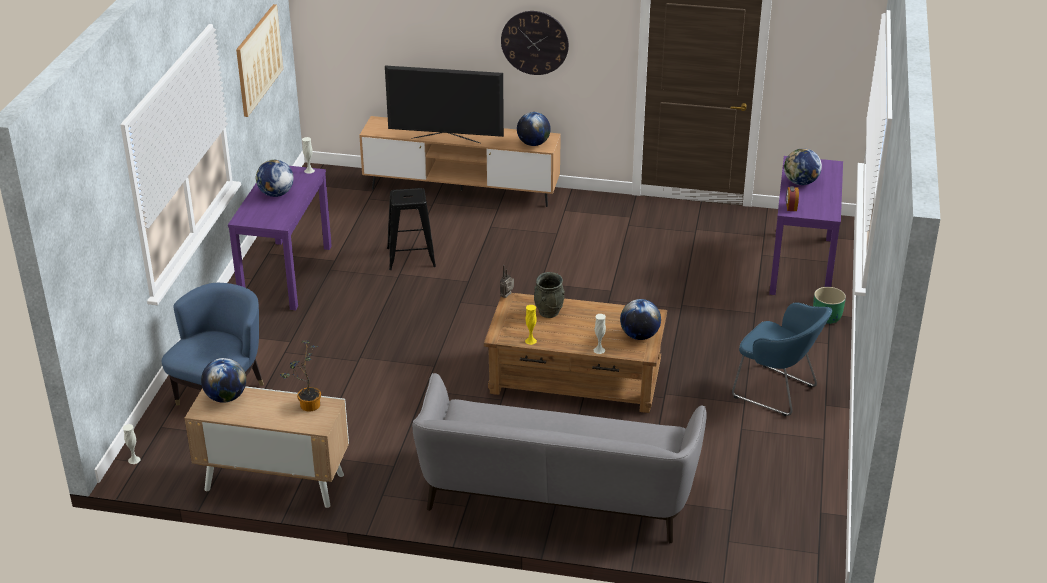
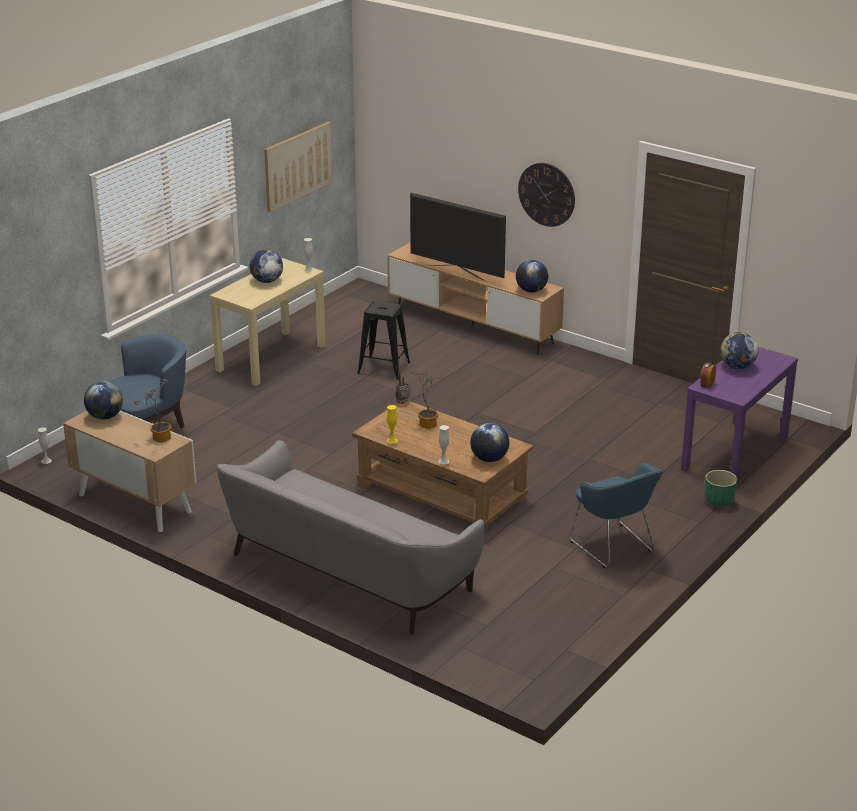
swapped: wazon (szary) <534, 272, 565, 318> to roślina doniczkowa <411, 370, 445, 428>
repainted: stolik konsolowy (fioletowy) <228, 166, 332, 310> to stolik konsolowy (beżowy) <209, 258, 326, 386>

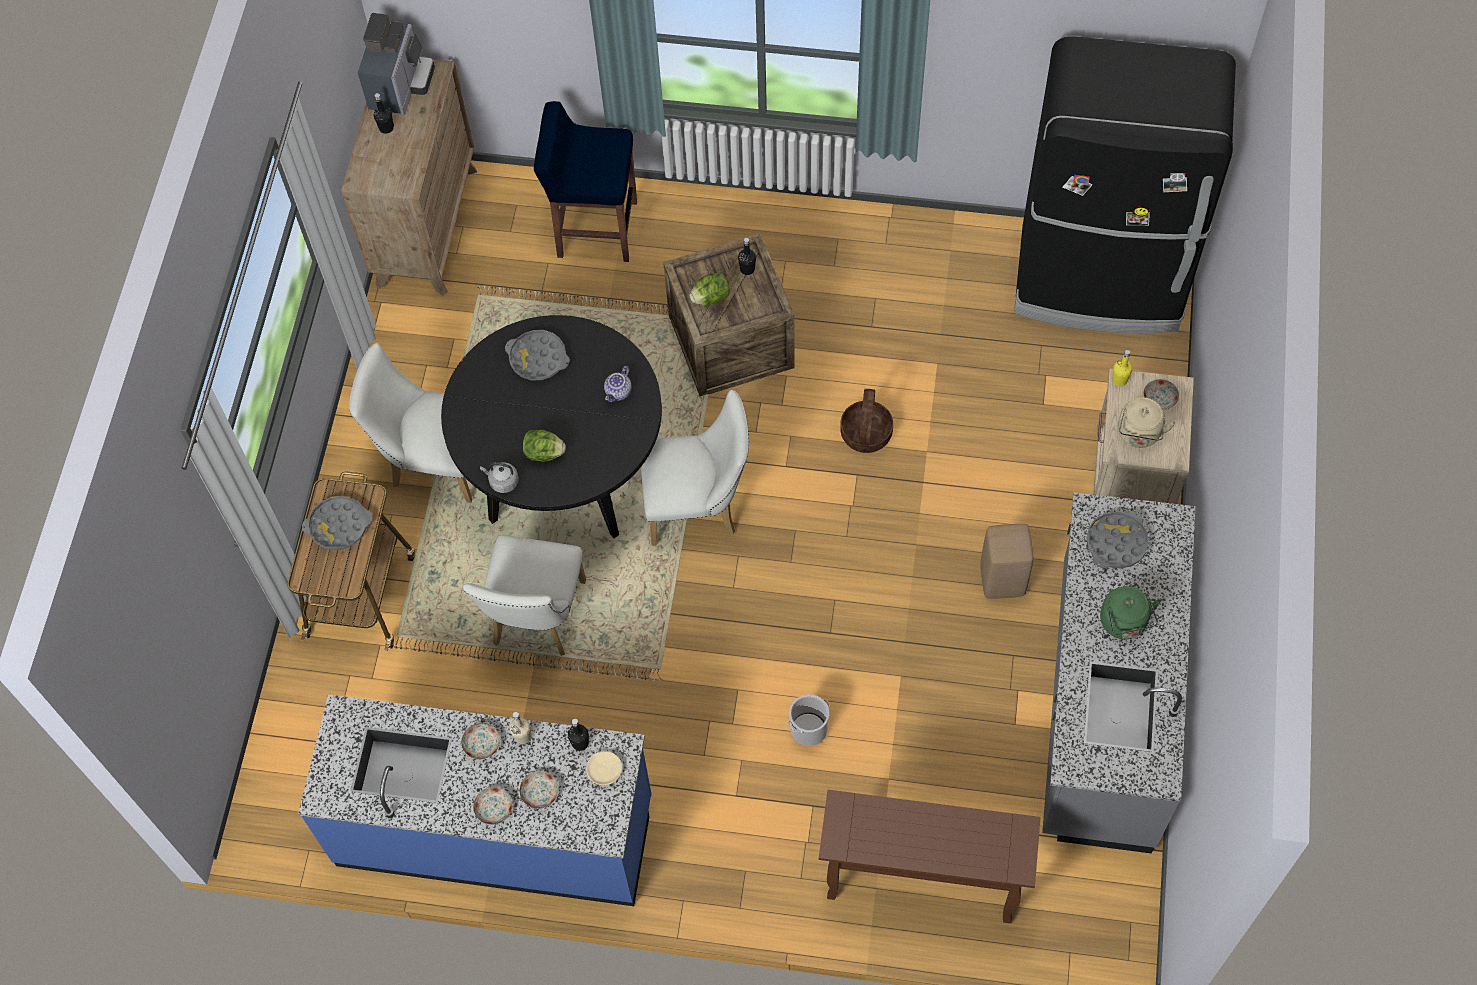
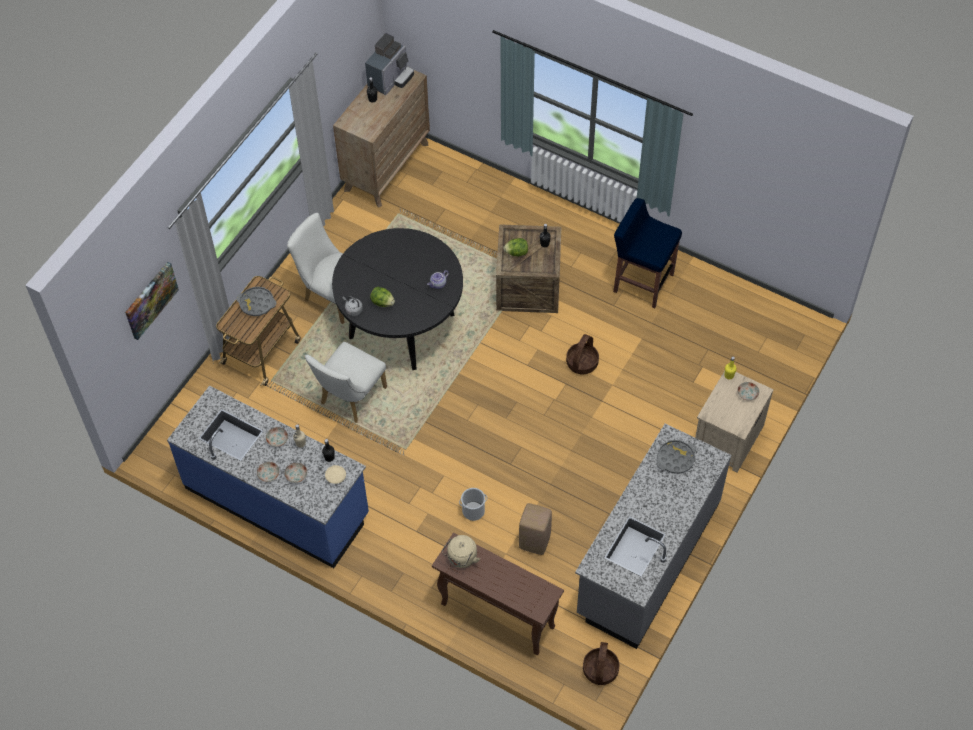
gone: taca (szary) <505, 330, 570, 380>; krzesło (biały) <641, 390, 749, 546>; lodówka (czarny) <1014, 36, 1236, 333>; czajnik (zielony) <1100, 586, 1161, 639>
new: obraz <125, 262, 179, 340>; koszyk <583, 642, 619, 685>
shifted: stołek (niebieski) <534, 101, 637, 262> to <613, 198, 682, 309>; stołek (beżowy) <980, 524, 1033, 599> to <519, 503, 552, 555>; czajnik (beżowy) <1118, 398, 1176, 448> to <442, 535, 480, 568>

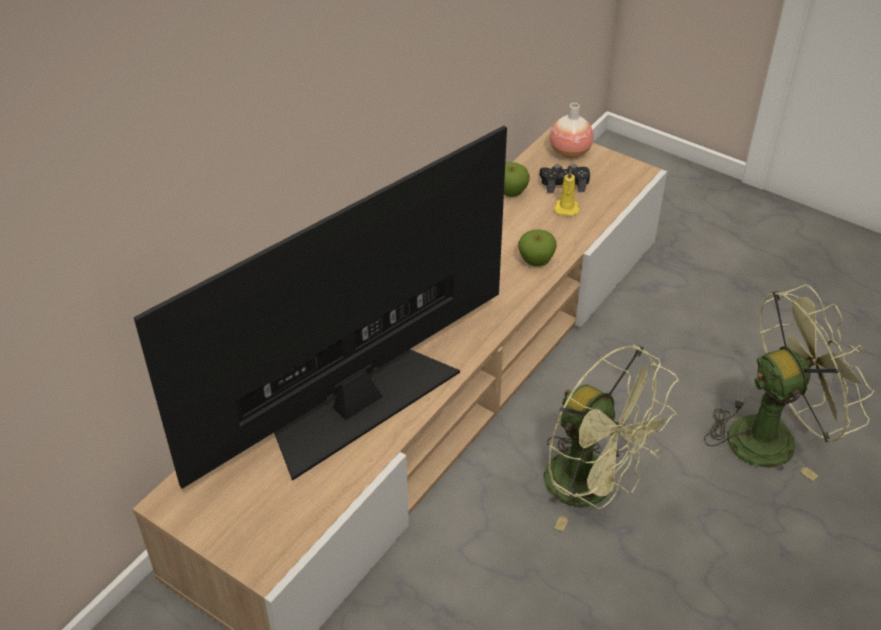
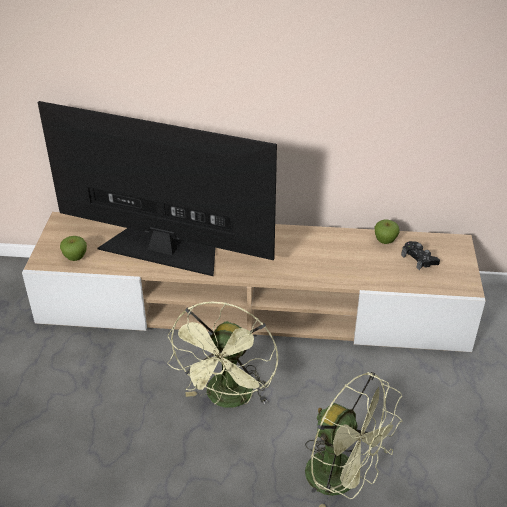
gone: wazon <550, 103, 594, 158>; świeca (żółty) <554, 168, 579, 216>
shifted: jabłko <518, 229, 557, 266> to <60, 236, 87, 261>

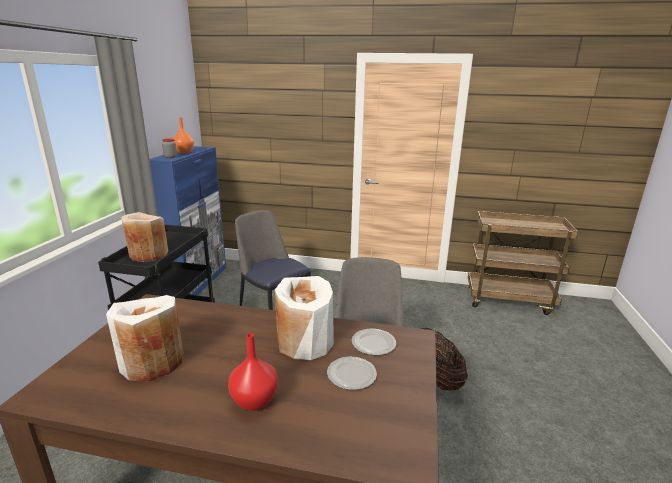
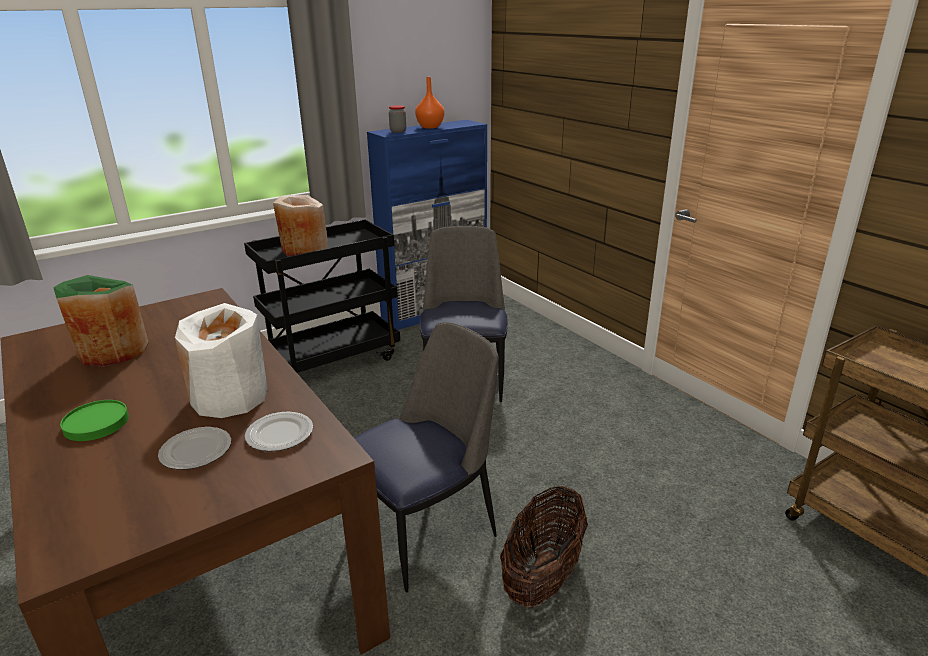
swapped: wazon (czerwony) <228, 333, 278, 411> to talerz (zielony) <60, 400, 129, 441>
repainted: wazon (biały) <106, 295, 183, 381> to wazon (zielony) <53, 275, 149, 366>

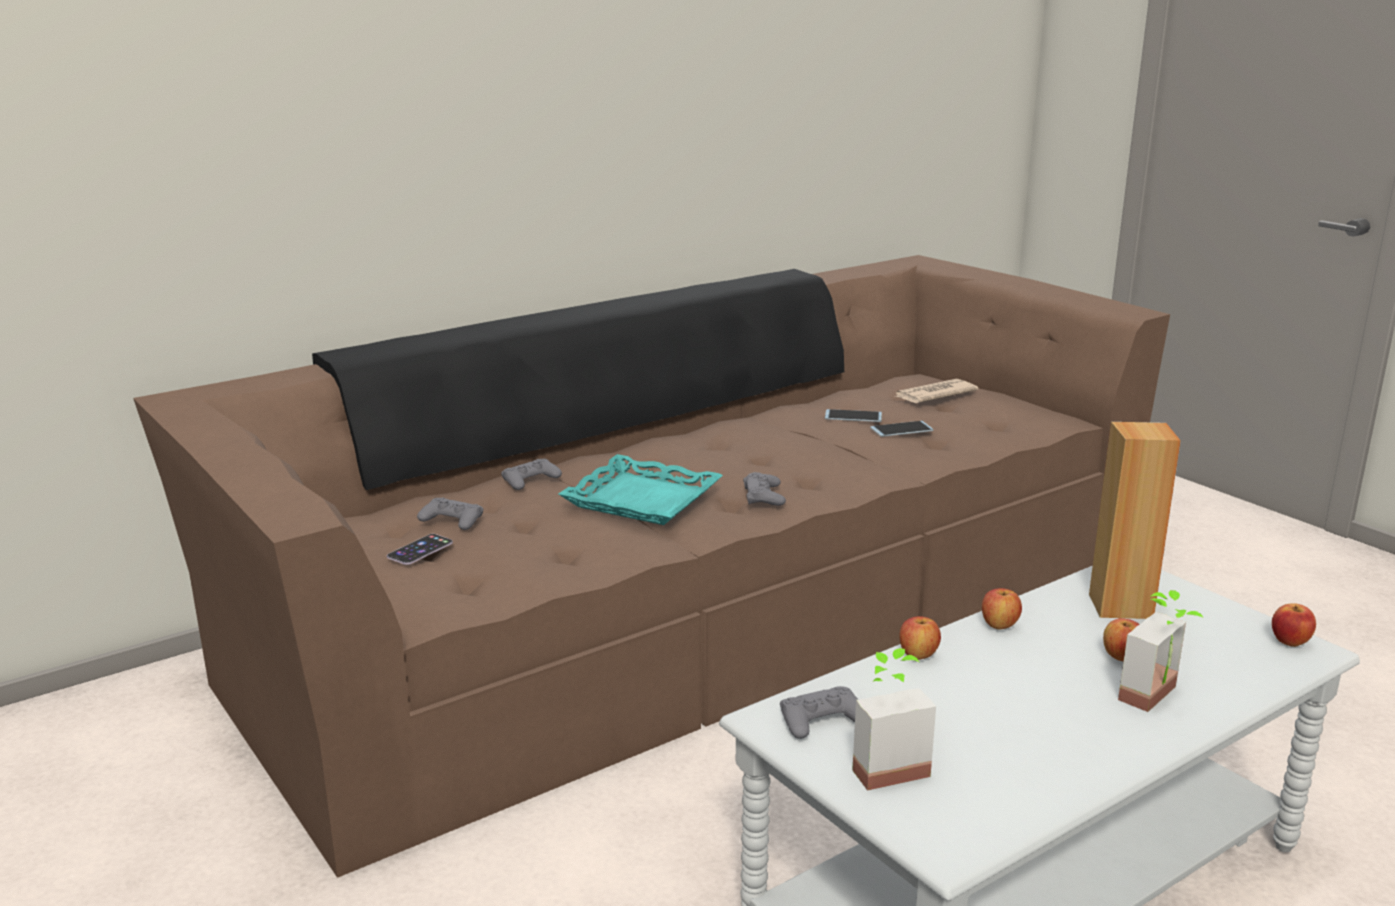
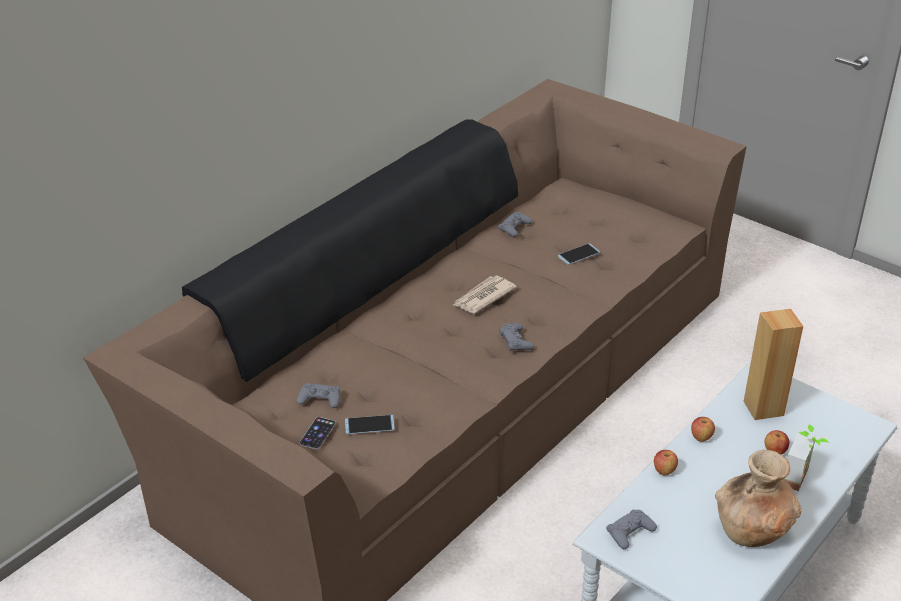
gone: taca (turkusowy) <559, 454, 723, 525>; roślina doniczkowa <852, 648, 936, 791>; jabłko <1272, 603, 1316, 647>
new: wazon (brązowy) <715, 450, 802, 547>
shifted: pad do gier (szary) <501, 459, 562, 490> to <498, 212, 532, 237>; telefon <825, 409, 882, 422> to <345, 415, 395, 434>; gazeta <894, 379, 978, 403> to <453, 276, 517, 314>

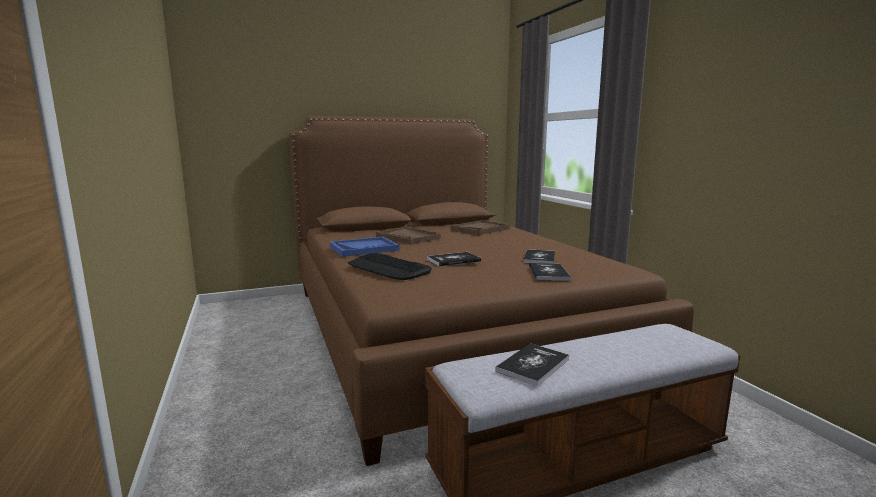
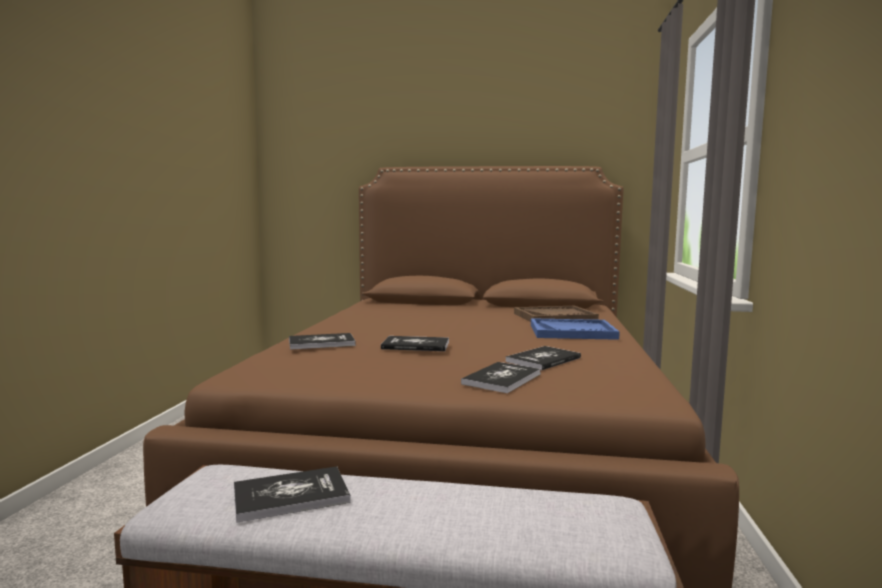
gone: taca (brązowy) <376, 227, 441, 245>
shifted: taca (niebieski) <330, 237, 399, 257> to <531, 318, 620, 340>
swapped: klawiatura <348, 253, 432, 280> to książka <289, 333, 356, 350>

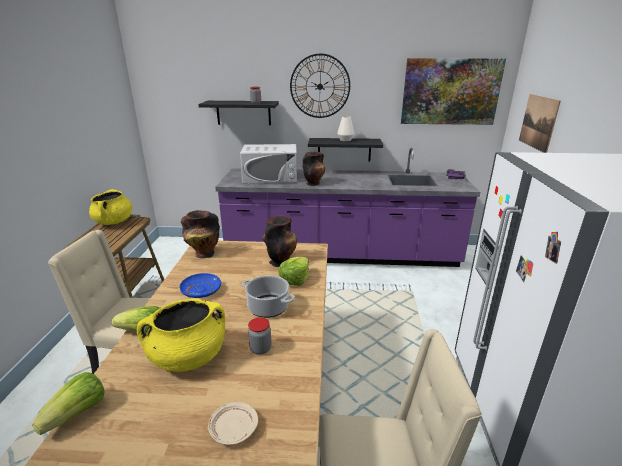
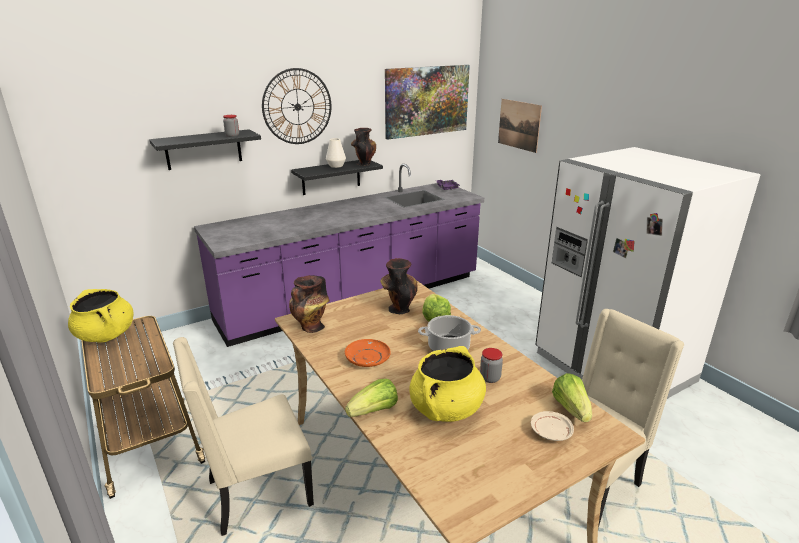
gone: mikrofalówka (biały) <240, 144, 297, 183>
shifted: sałata <32, 372, 104, 435> to <552, 373, 592, 422>; wazon <302, 151, 325, 186> to <351, 128, 376, 166>
repainted: talerz (niebieski) <180, 273, 221, 298> to talerz (pomarańczowy) <345, 339, 391, 367>

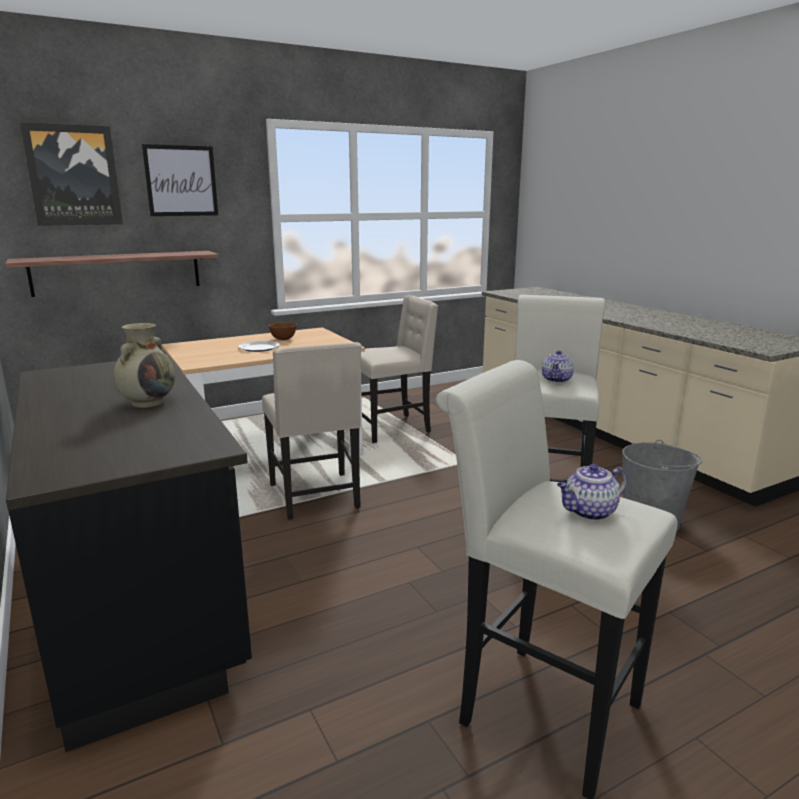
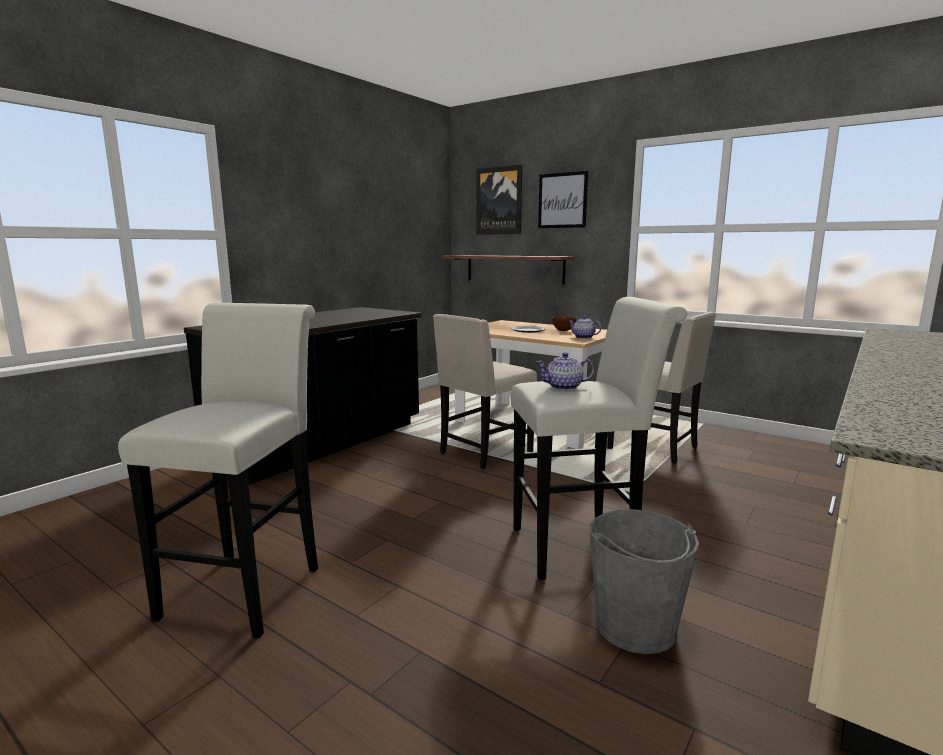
gone: wazon (beżowy) <113, 323, 175, 408>
shifted: imbryk <557, 464, 627, 521> to <568, 316, 601, 339>

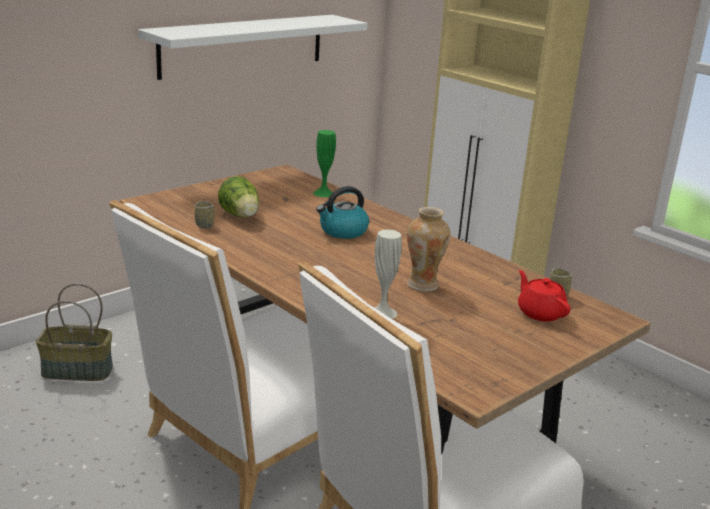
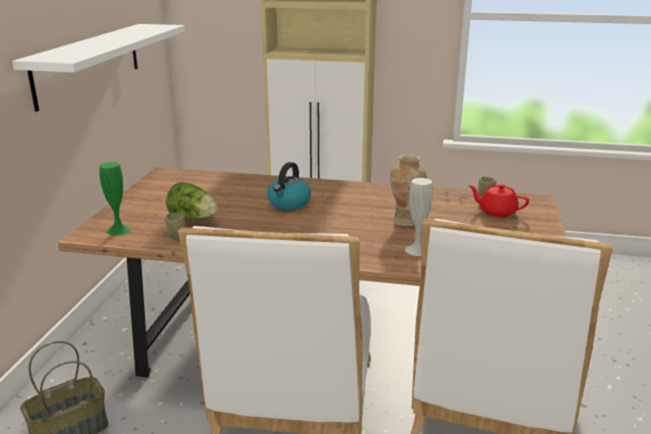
shifted: wazon (zielony) <313, 130, 336, 197> to <99, 162, 131, 235>

